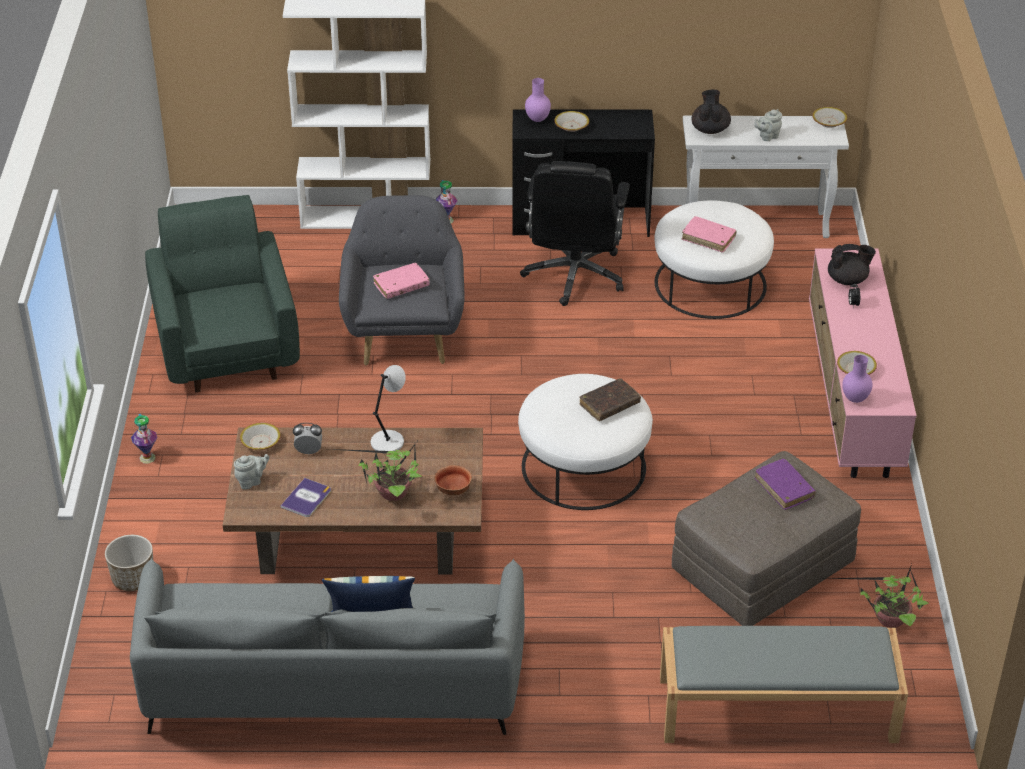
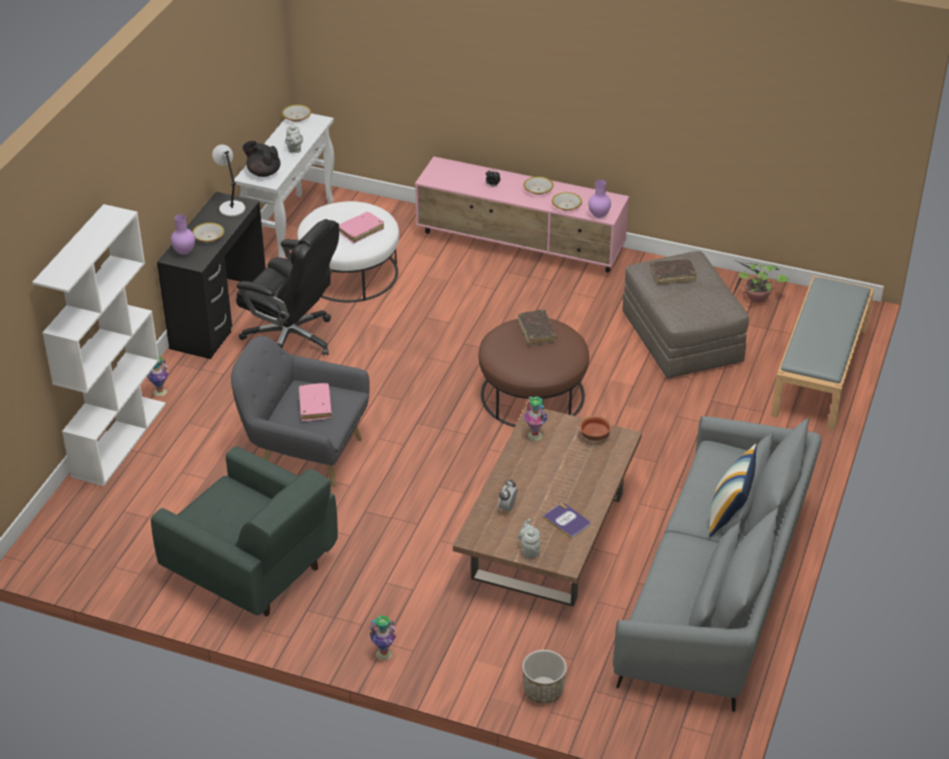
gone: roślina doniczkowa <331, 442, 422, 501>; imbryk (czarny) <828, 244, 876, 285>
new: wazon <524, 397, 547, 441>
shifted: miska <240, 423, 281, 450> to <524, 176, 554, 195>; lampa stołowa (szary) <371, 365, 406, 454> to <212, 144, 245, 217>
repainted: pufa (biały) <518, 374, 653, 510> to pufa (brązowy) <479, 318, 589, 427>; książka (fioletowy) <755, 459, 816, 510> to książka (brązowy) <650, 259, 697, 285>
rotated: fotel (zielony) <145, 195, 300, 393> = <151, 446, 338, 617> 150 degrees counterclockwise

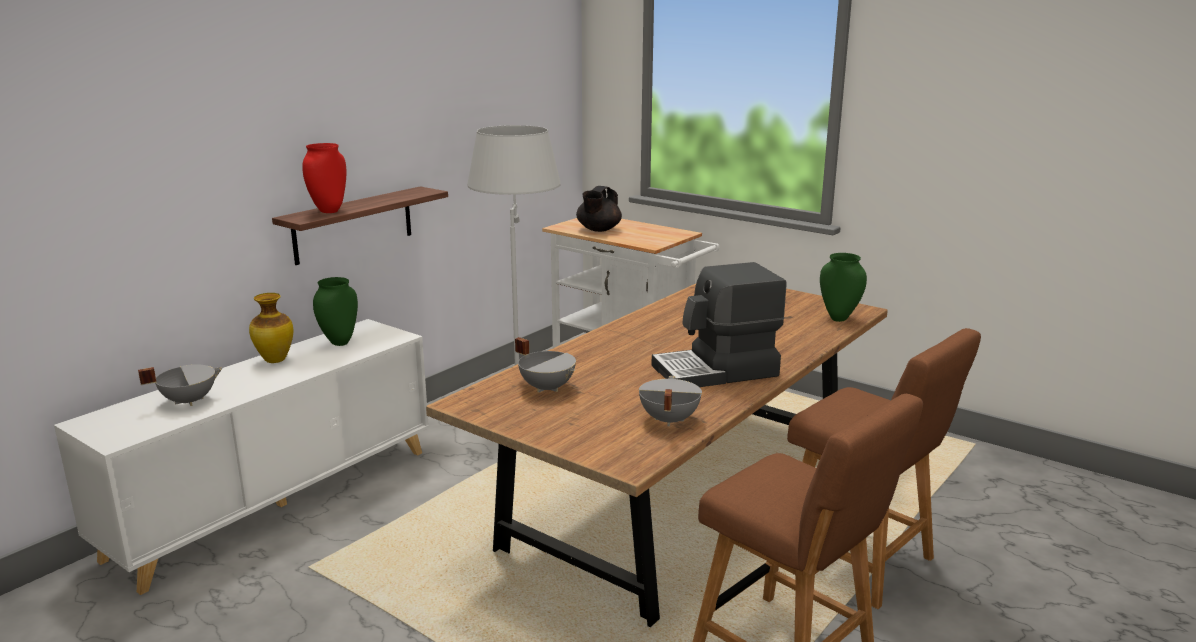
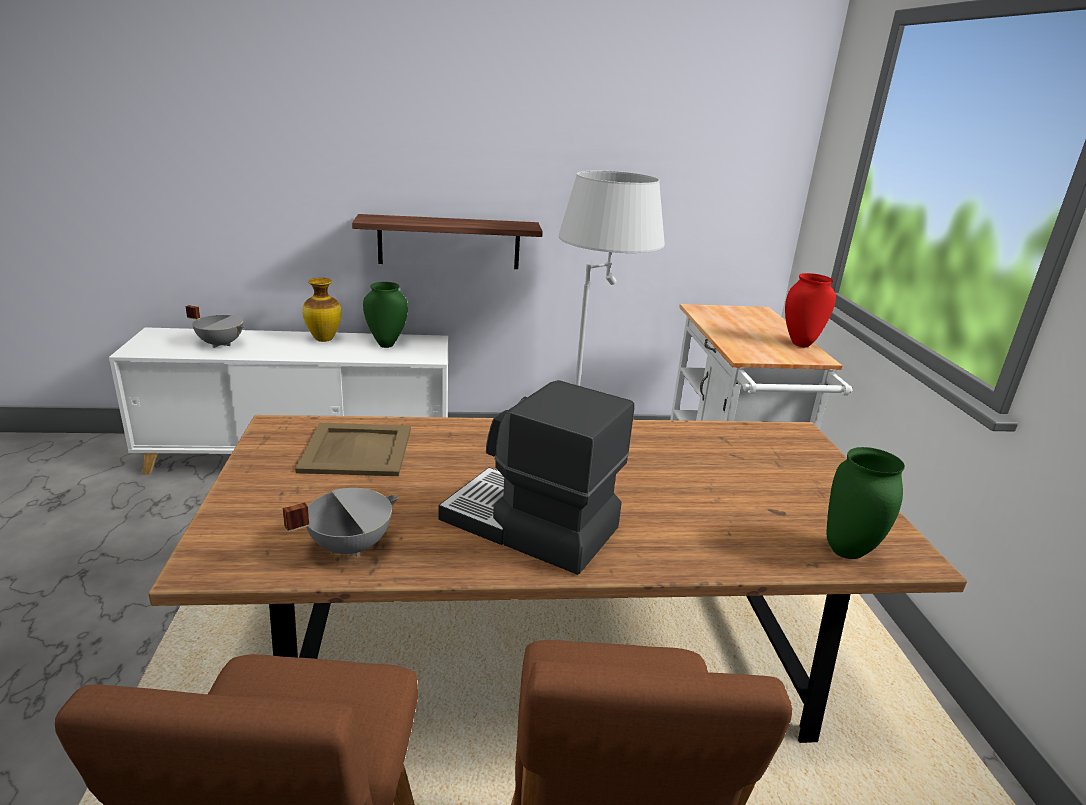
gone: imbryk (czarny) <576, 186, 622, 232>
shifted: wazon (czerwony) <302, 143, 347, 213> to <785, 273, 836, 348>
swapped: garnek (szary) <515, 337, 576, 393> to taca (beżowy) <295, 423, 411, 476>

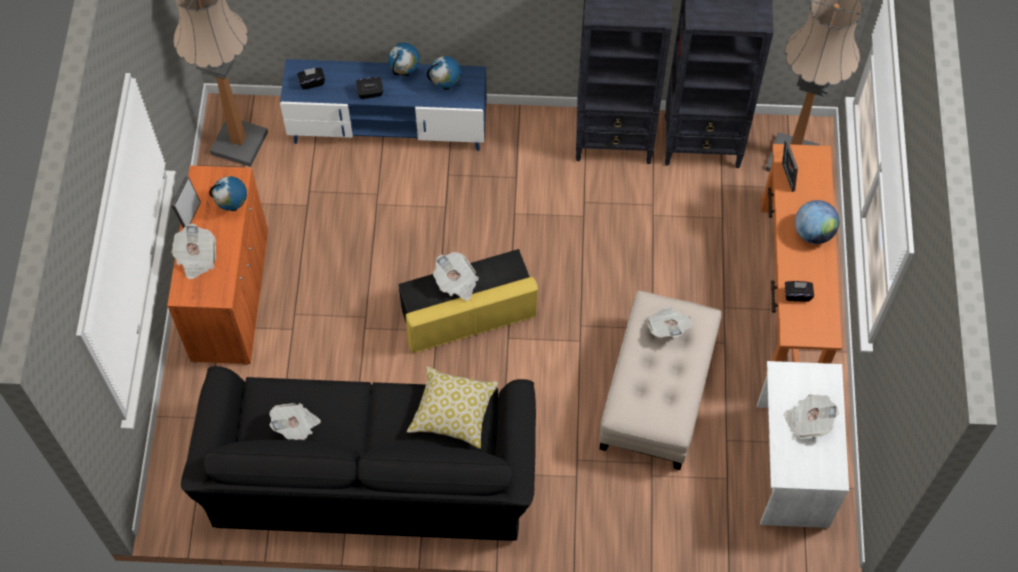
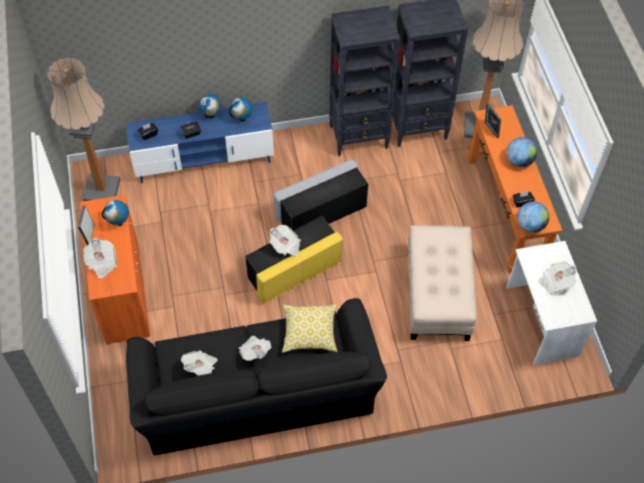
new: pufa (szary) <274, 159, 368, 231>; globus <517, 201, 549, 233>
shifted: gazeta <647, 306, 692, 338> to <238, 336, 272, 361>

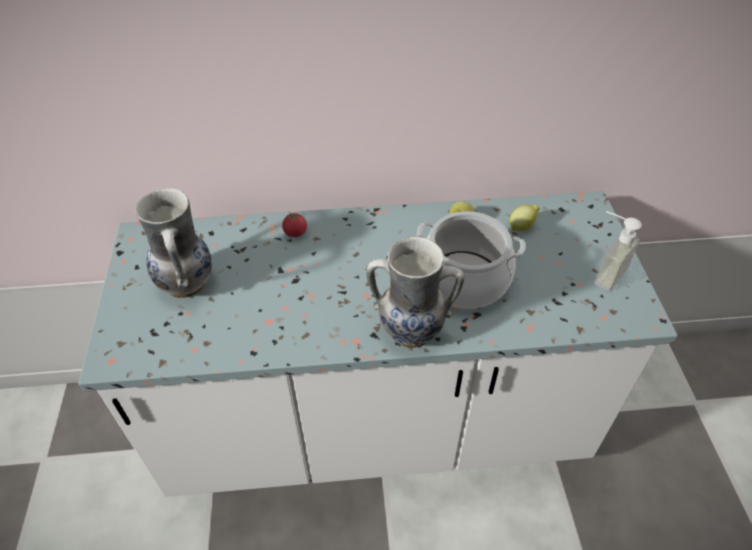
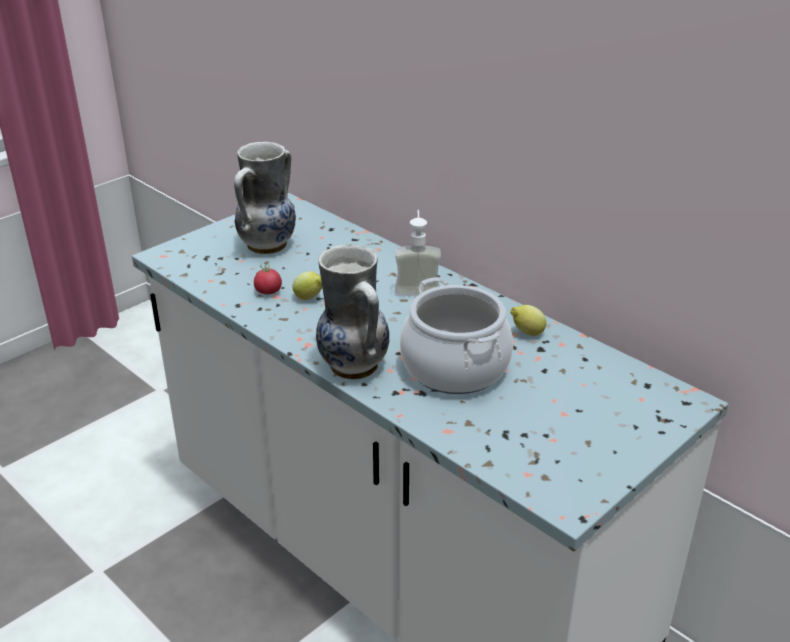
shifted: pomidor <282, 211, 307, 237> to <254, 264, 282, 295>; cytryna <509, 205, 540, 231> to <292, 271, 322, 300>; dozownik mydła <595, 211, 642, 291> to <395, 210, 441, 296>

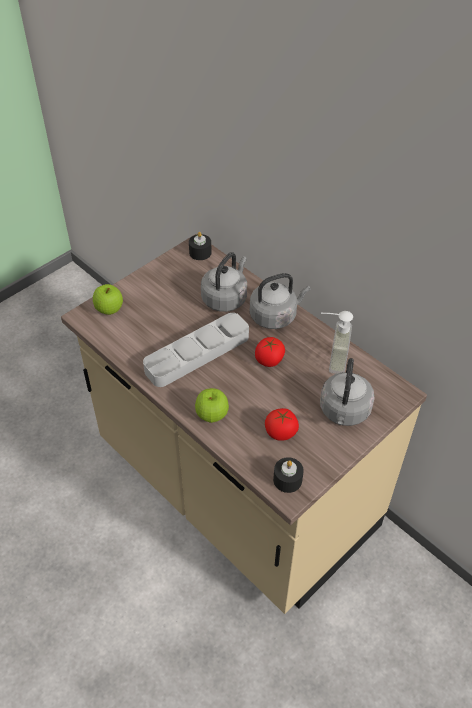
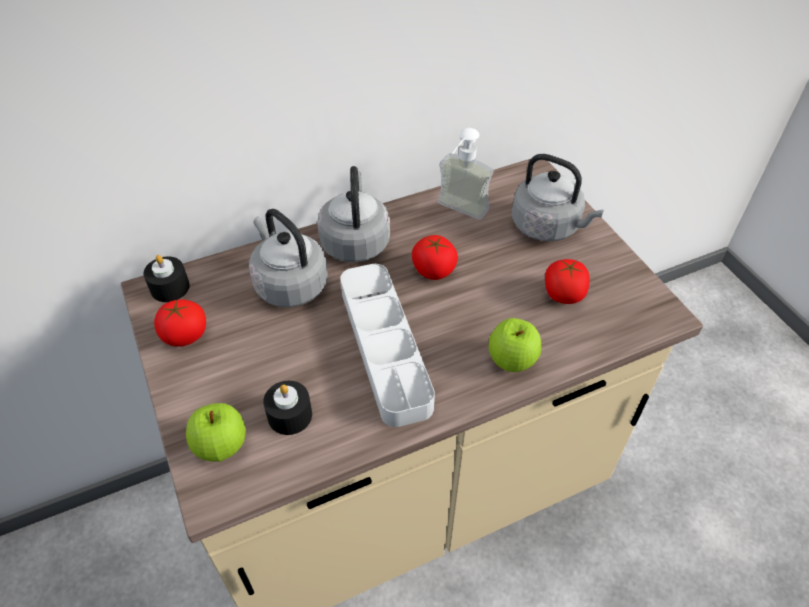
new: pomidor <154, 299, 206, 347>
shifted: świeca (czarny) <273, 457, 304, 493> to <263, 381, 312, 435>

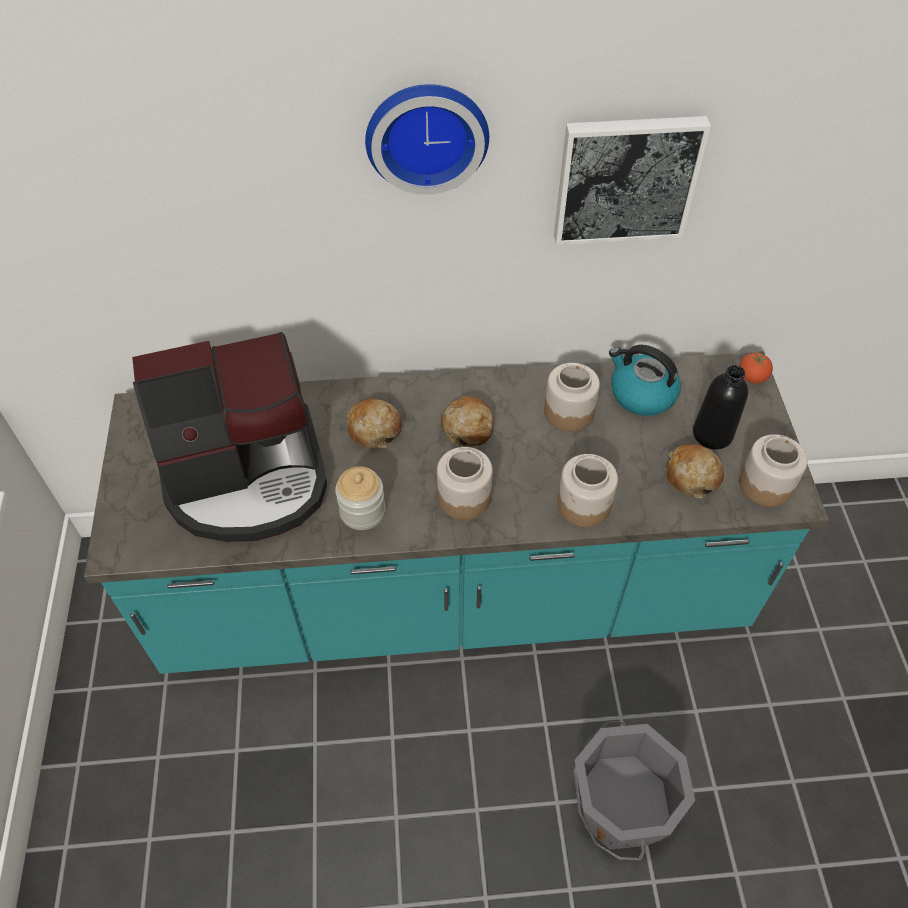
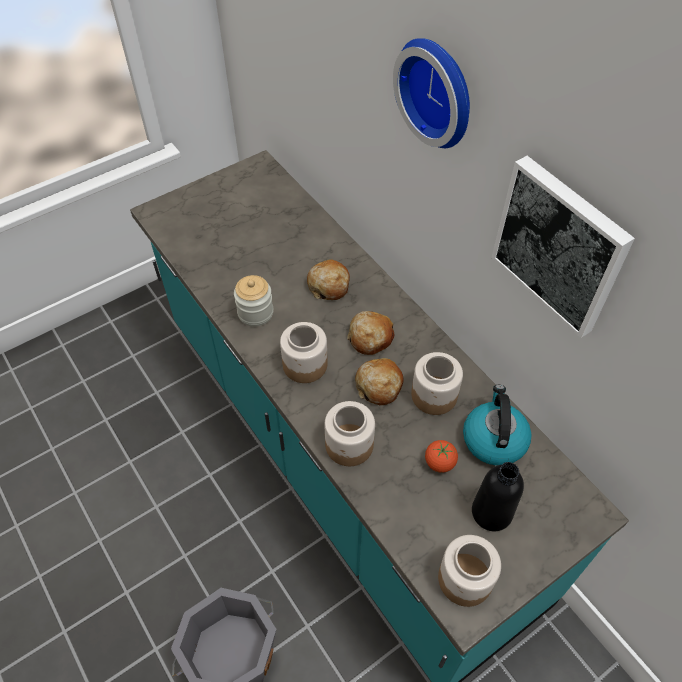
gone: ekspres do kawy <132, 332, 327, 542>
shifted: chleb <666, 444, 724, 499> to <355, 358, 404, 405>; pomidor <739, 352, 773, 384> to <425, 440, 458, 473>

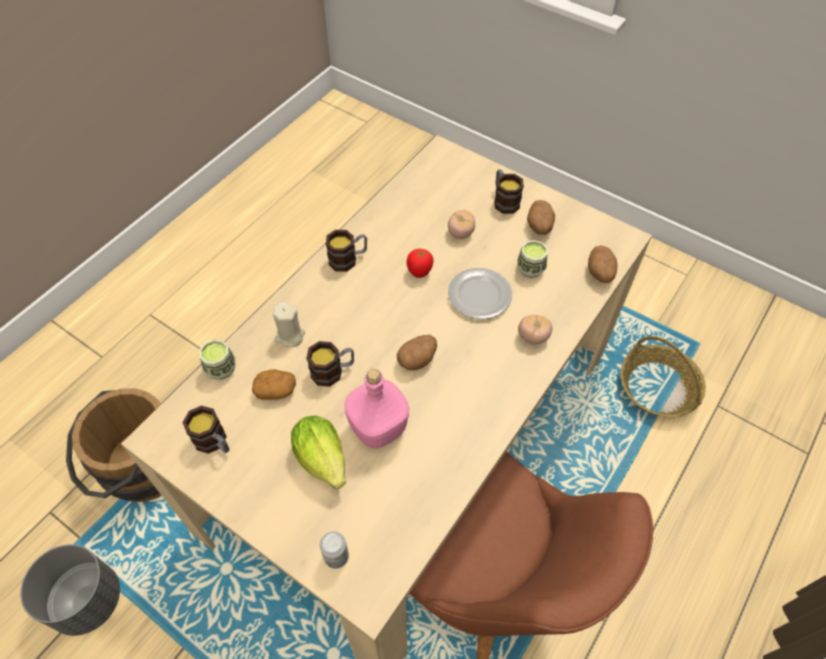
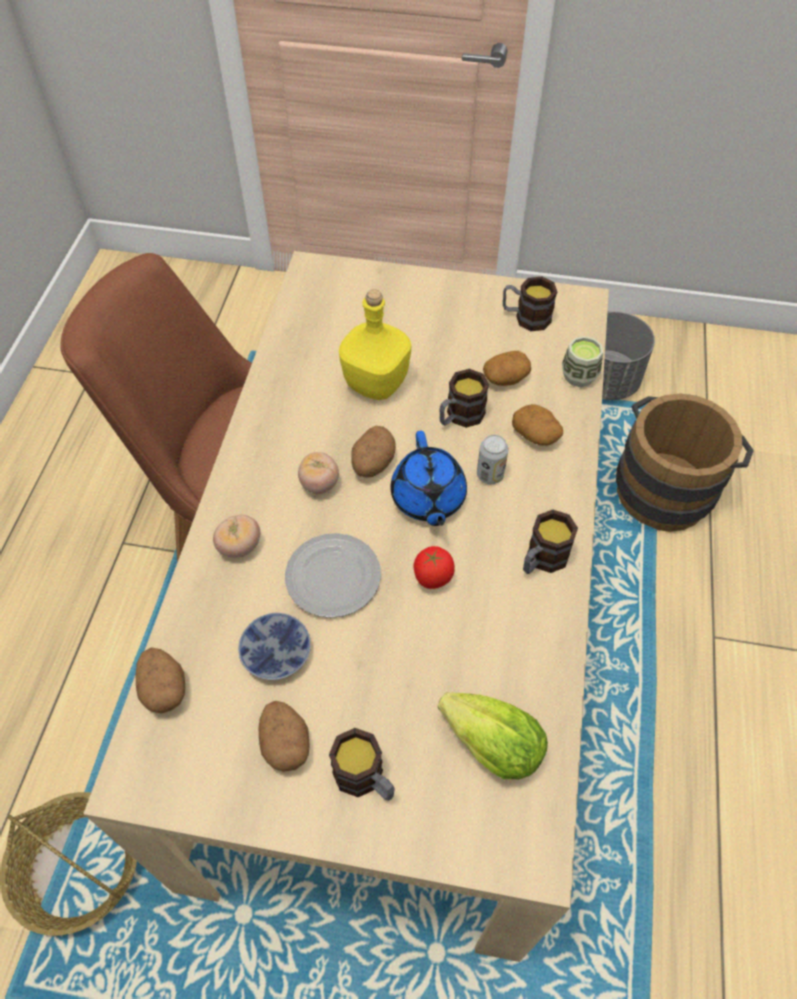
new: imbryk (niebieski) <391, 431, 467, 526>
shifted: sałata <291, 416, 346, 489> to <438, 692, 548, 779>; puszka <320, 531, 349, 569> to <477, 435, 509, 484>; pomidor <448, 210, 475, 239> to <298, 452, 339, 494>
swapped: świeca (beżowy) <273, 302, 305, 347> to ziemniak <512, 404, 563, 446>; filiżanka <517, 240, 548, 279> to miska <238, 613, 311, 680>
repainted: butelka (różowy) <344, 369, 409, 448> to butelka (żółty) <339, 289, 411, 400>

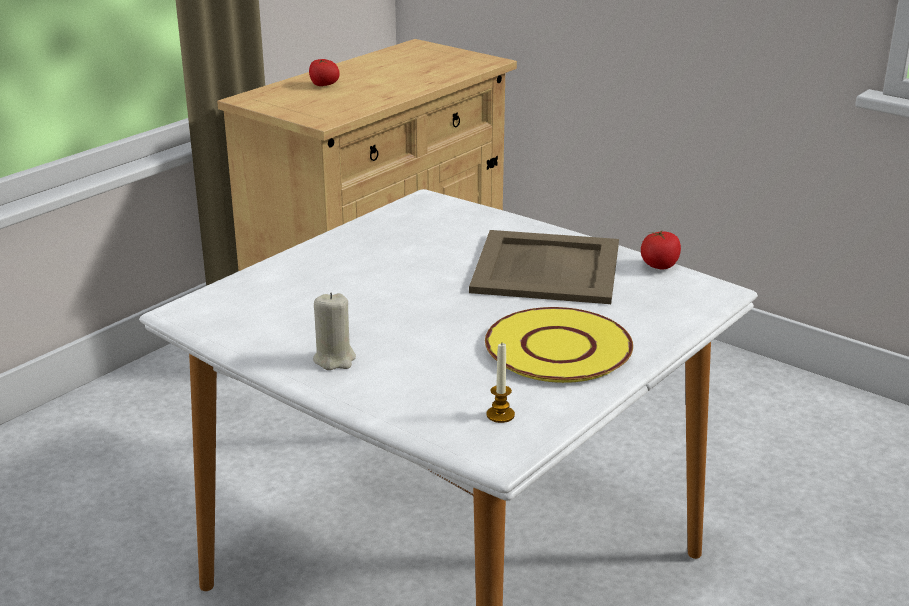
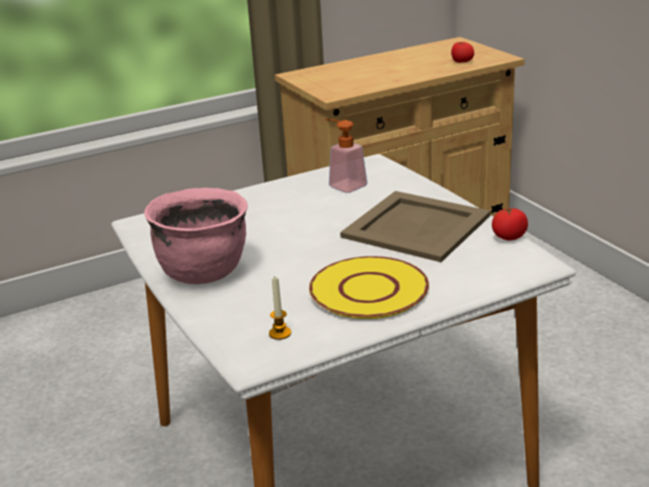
new: dozownik mydła <325, 119, 367, 193>
shifted: pomidor <309, 59, 340, 86> to <451, 42, 474, 63>
swapped: świeca (beżowy) <313, 293, 356, 370> to garnek (różowy) <144, 188, 248, 284>

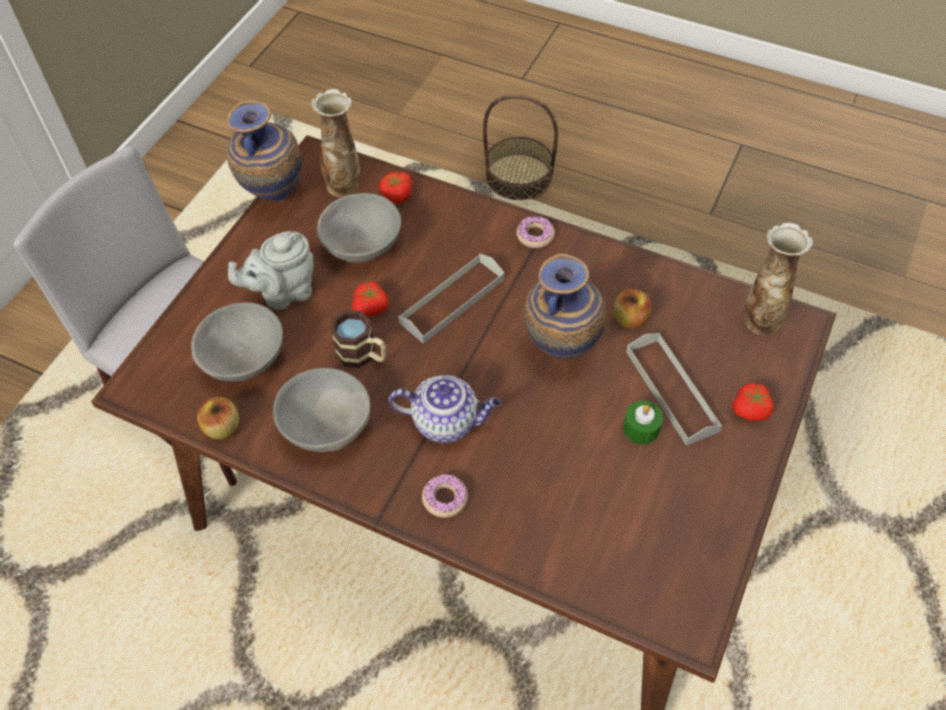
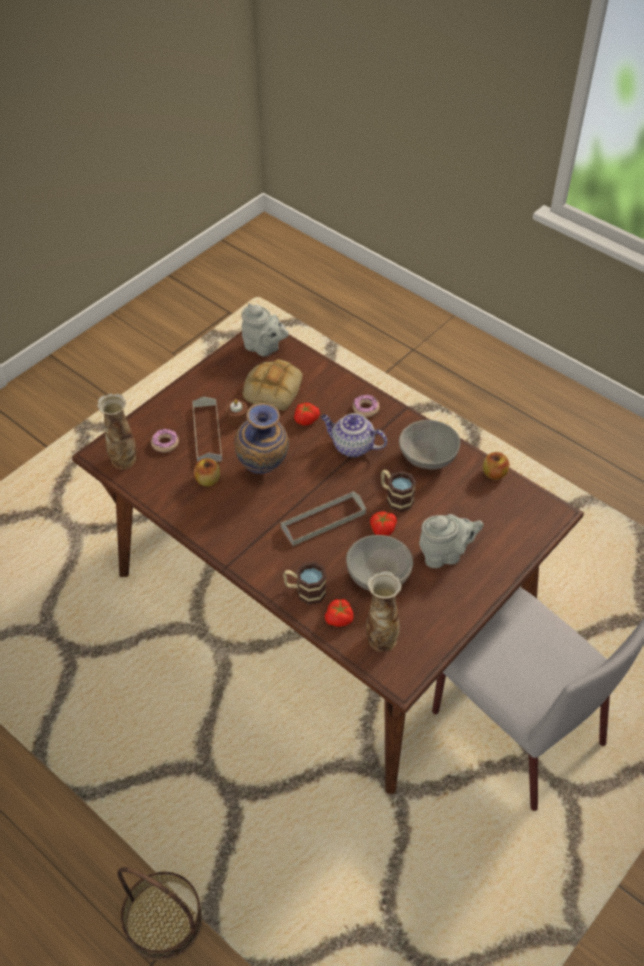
gone: miska (szary) <191, 302, 283, 382>; wazon <226, 101, 302, 202>
new: imbryk (szary) <241, 303, 289, 357>; chleb <243, 359, 303, 411>; kubek <283, 561, 326, 605>
shifted: donut <516, 216, 555, 248> to <151, 429, 179, 453>; pomidor <732, 383, 774, 421> to <294, 403, 320, 426>
repainted: świeca (zielony) <623, 401, 663, 445> to świeca (brązowy) <225, 399, 248, 427>

